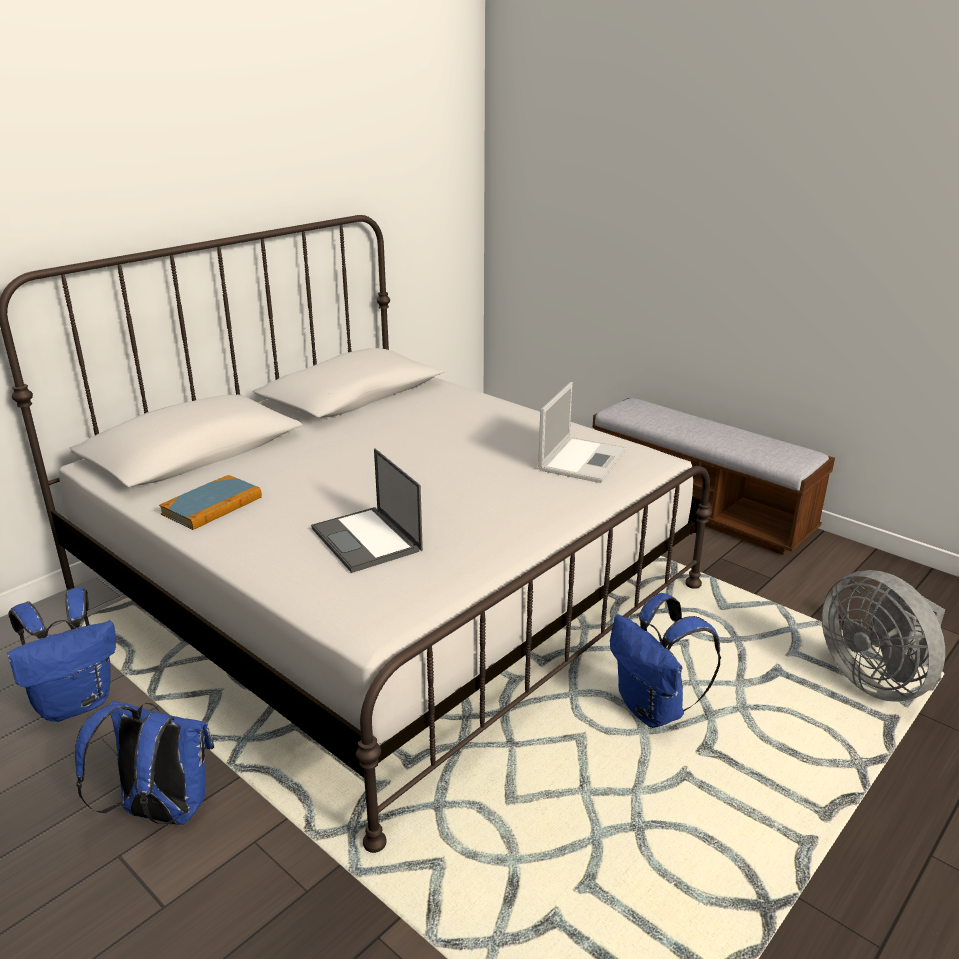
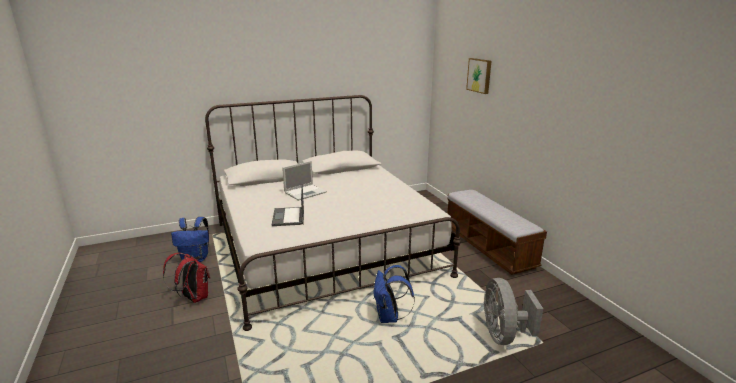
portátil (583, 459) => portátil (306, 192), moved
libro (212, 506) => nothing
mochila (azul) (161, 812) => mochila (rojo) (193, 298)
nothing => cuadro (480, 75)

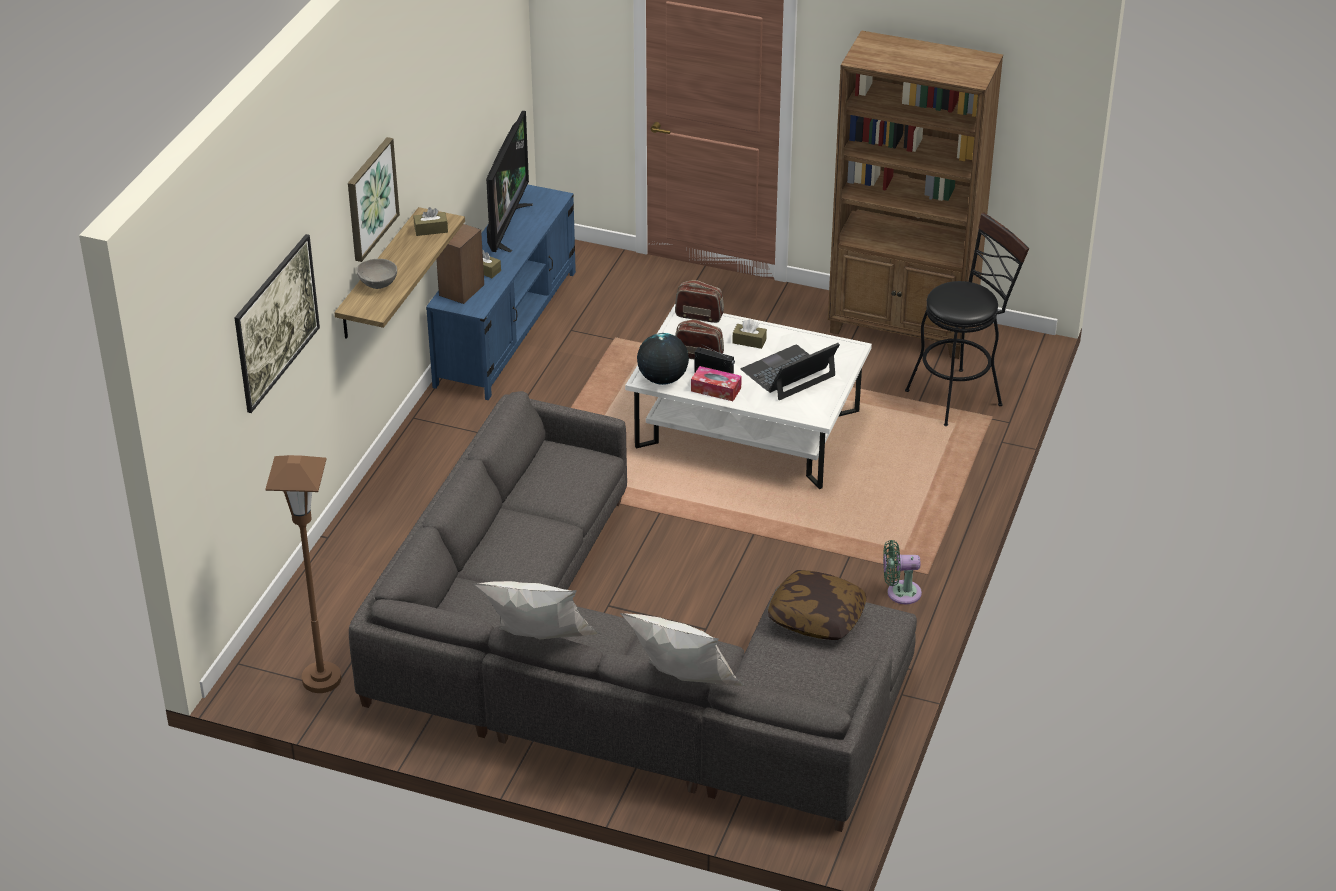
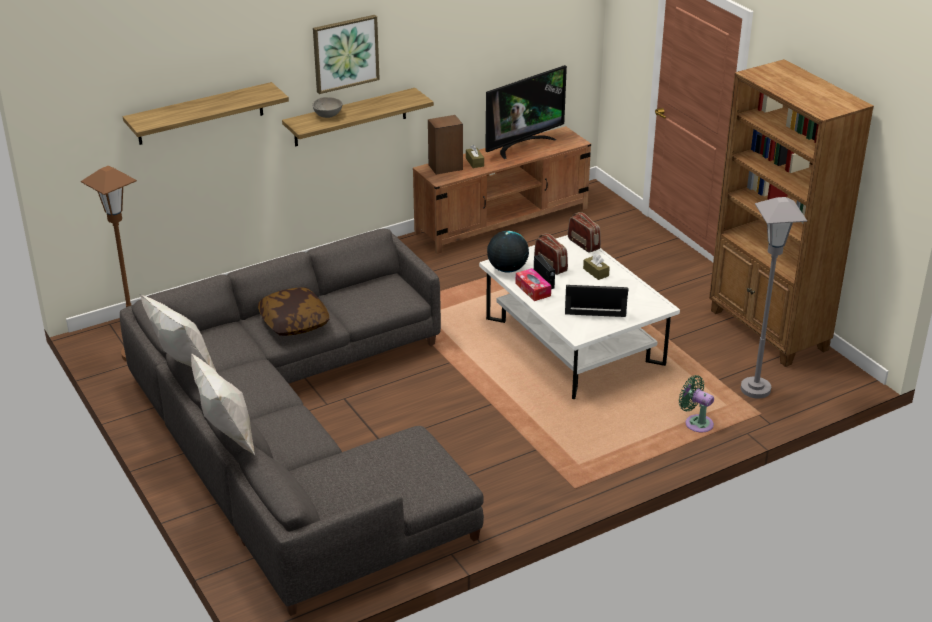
mueble de televisión (azul) (506, 327) => mueble de televisión (marrón) (502, 220)
caja de pañuelos (marrón) (431, 229) => nothing
taburete (negro) (960, 395) => lámpara de pie (gris) (755, 389)
cuadro (279, 345) => estante (200, 114)
ventilador (verde) (900, 593) => ventilador (verde) (696, 423), moved
cojín (816, 618) => cojín (294, 322), moved

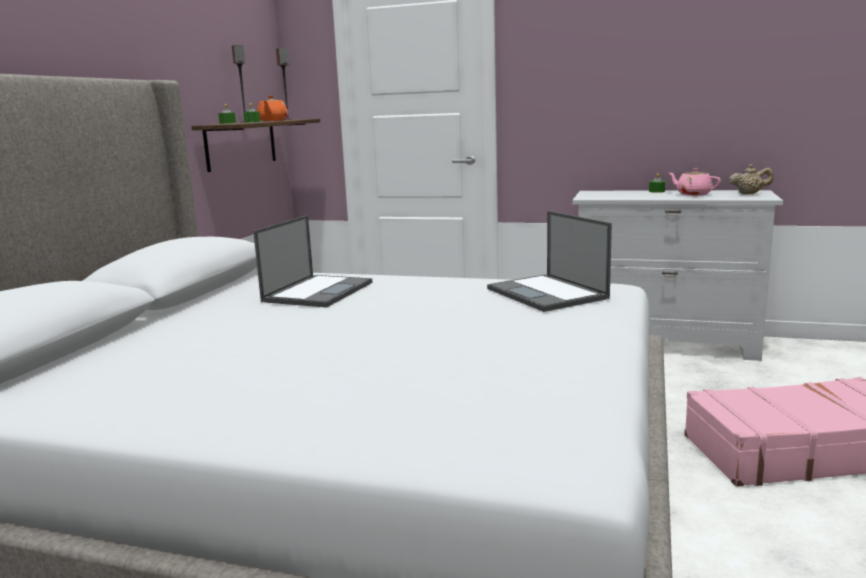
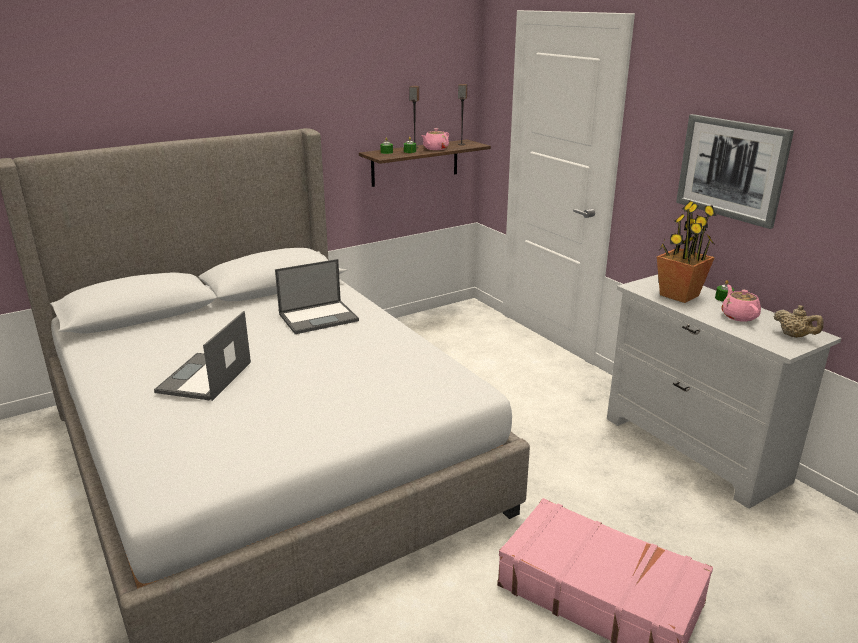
tetera (naranja) (272, 120) => tetera (rosa) (435, 149)
portátil (548, 294) => portátil (204, 378), moved
nothing => cuadro (731, 169)
nothing => planta en maceta (678, 295)

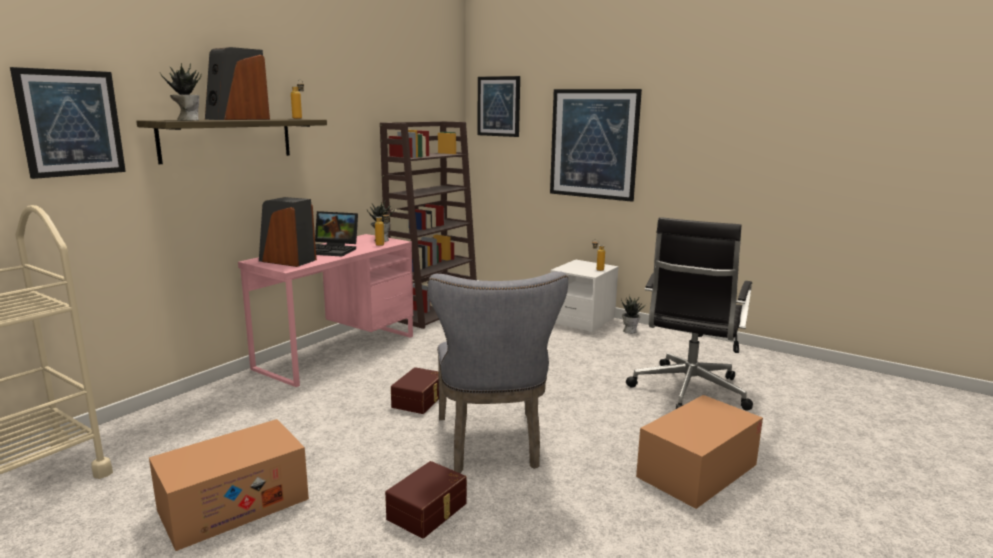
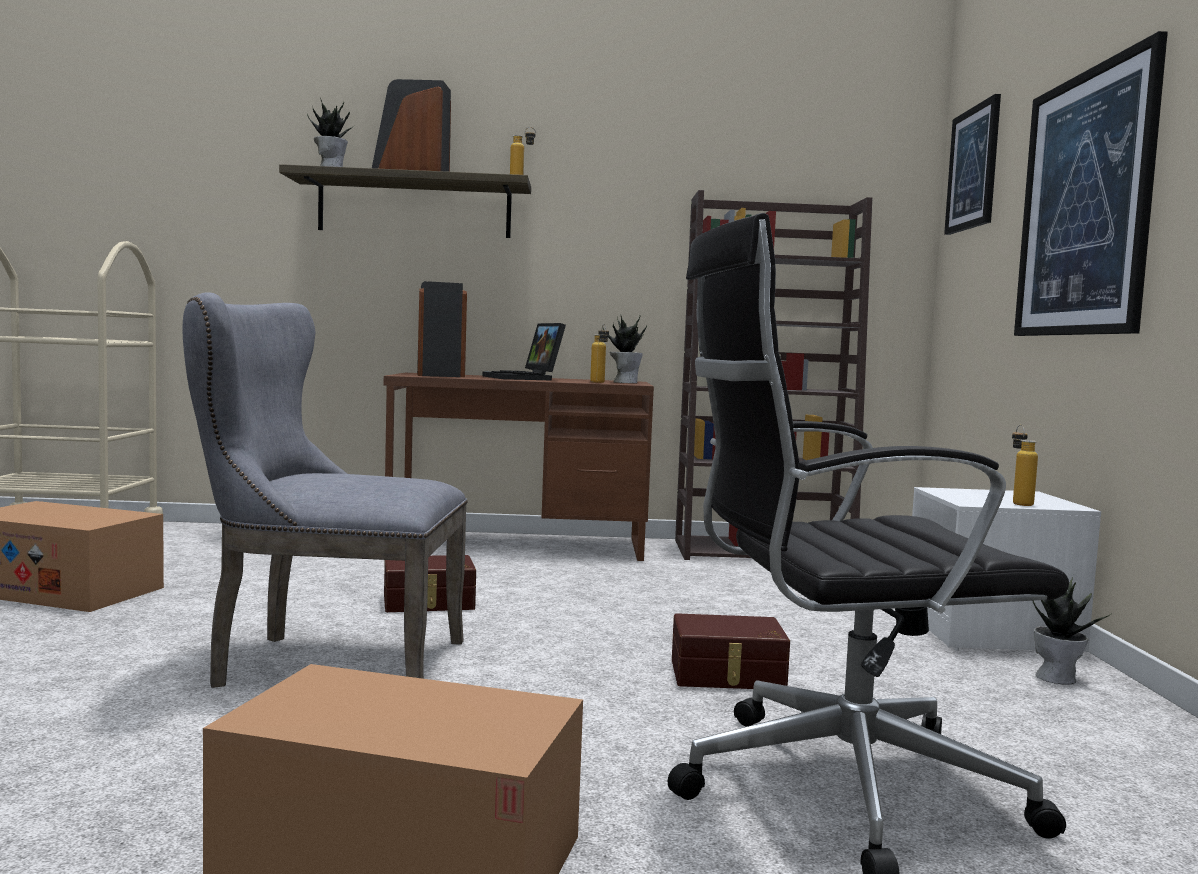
cuadro (71, 123) => nothing
escritorio (rosa) (338, 352) => escritorio (marrón) (518, 545)
silla (gris) (492, 445) => silla (gris) (325, 665), 45 degrees clockwise
caja de almacenaje (marrón) (428, 511) => caja de almacenaje (marrón) (728, 675), moved

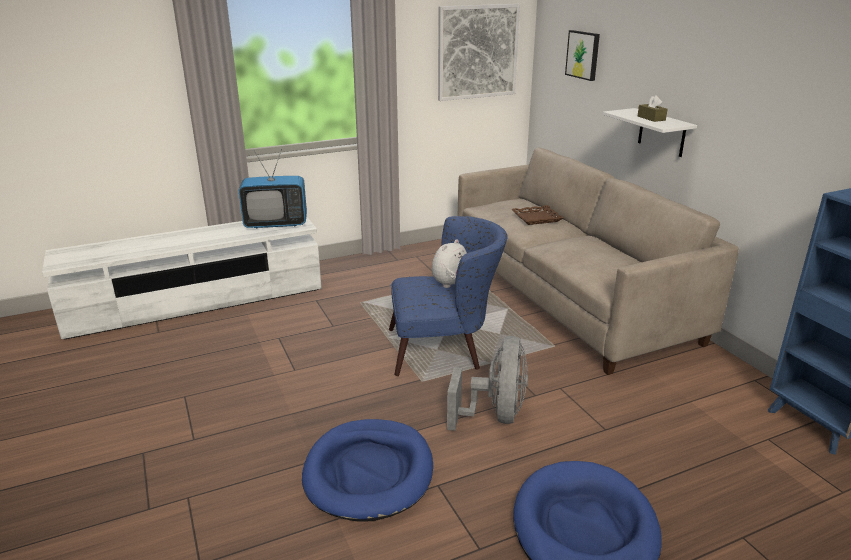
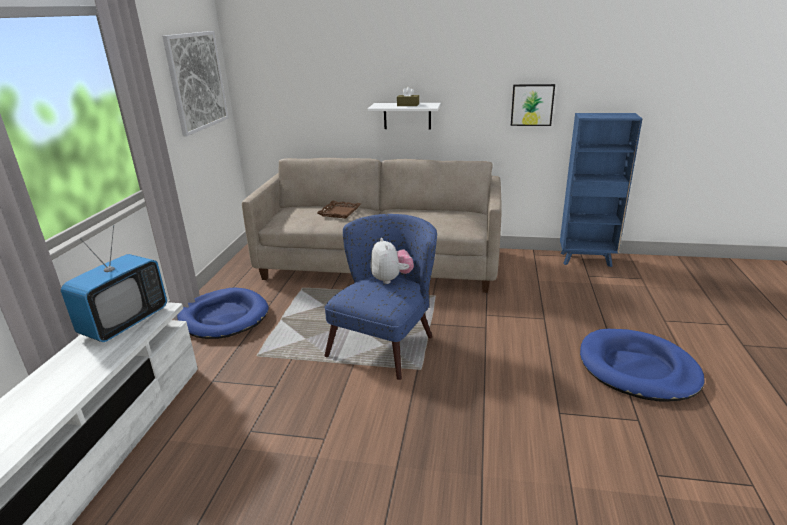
cuadro (583, 55) => cuadro (532, 105), moved
ventilador (gris) (495, 415) => nothing
cama para perro (azul) (369, 472) => cama para perro (azul) (224, 317), moved

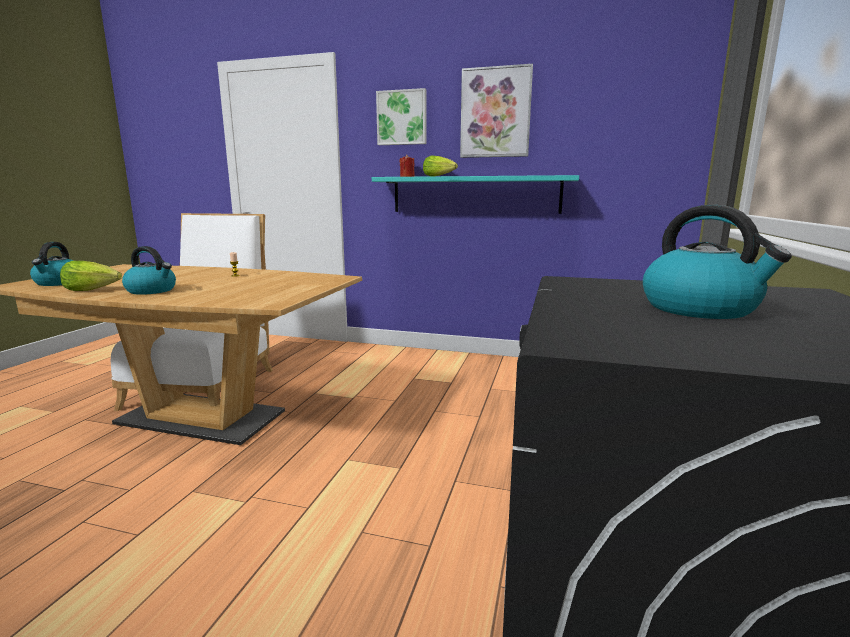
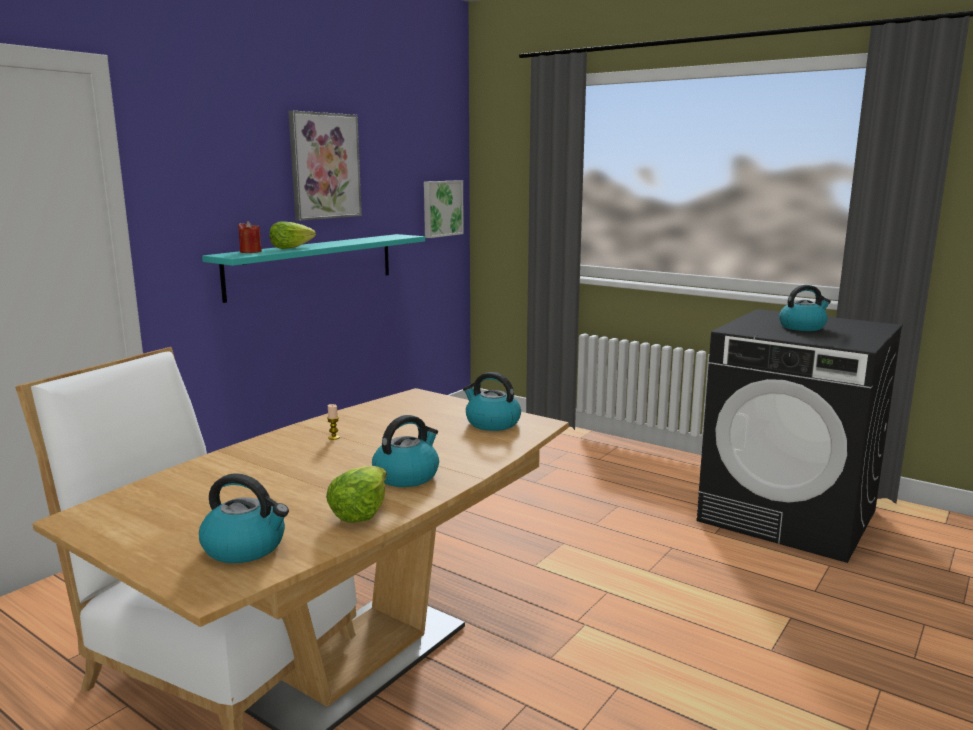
cuadro (402, 118) => cuadro (441, 208), moved
nothing => hervidor (491, 423)

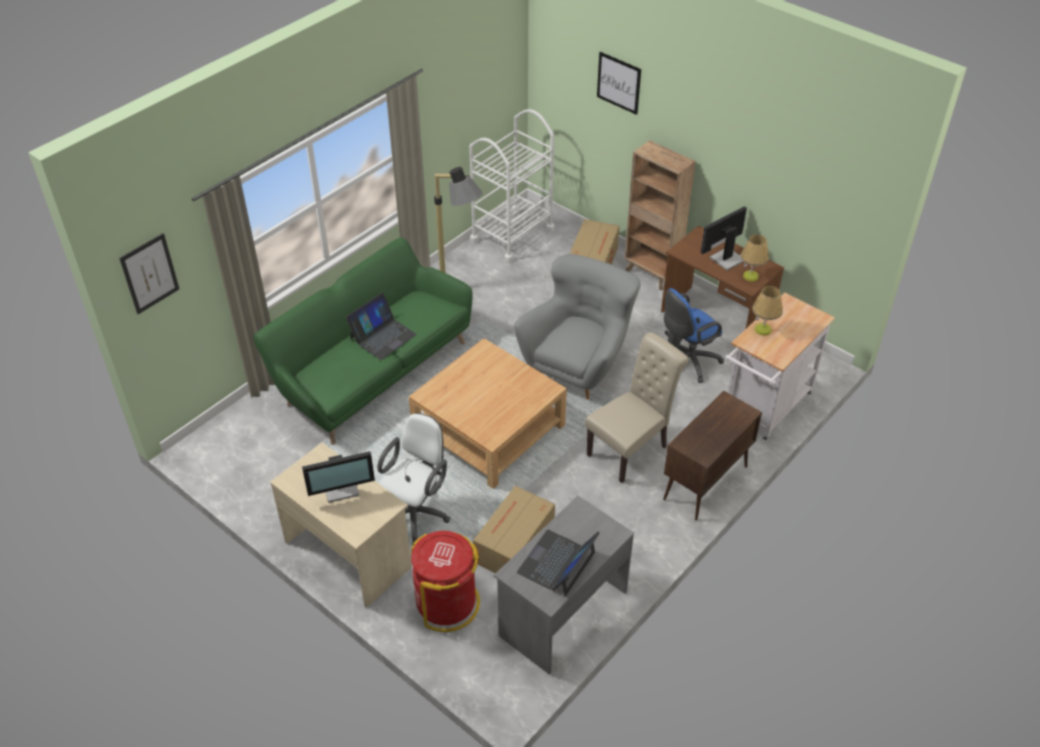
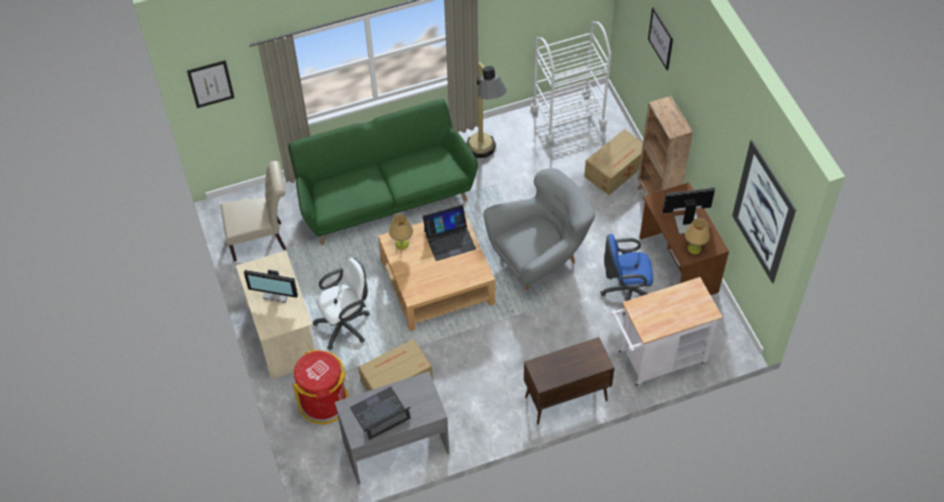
lámpara de mesa (763, 329) => lámpara de mesa (402, 243), moved
portátil (382, 336) => portátil (449, 239), moved
silla (beis) (631, 448) => silla (beis) (261, 240), moved
nothing => cuadro (763, 212)

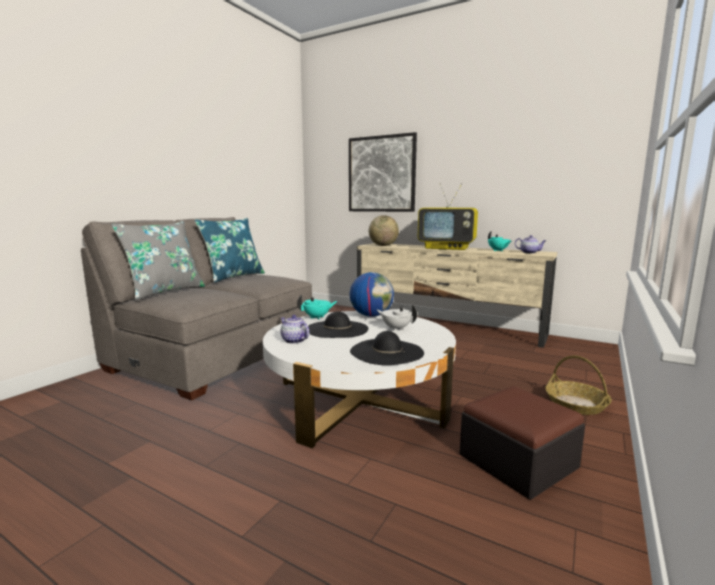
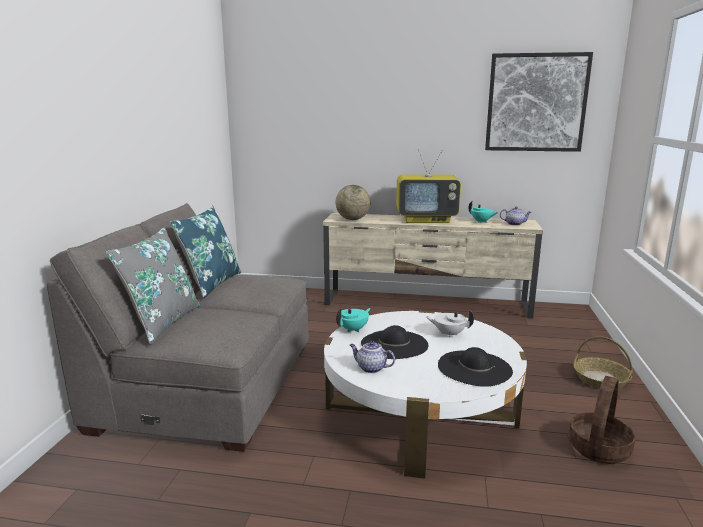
cuadro (381, 174) => cuadro (536, 103), moved
globo terráqueo (371, 315) => nothing
puf (517, 461) => cesta (598, 448)

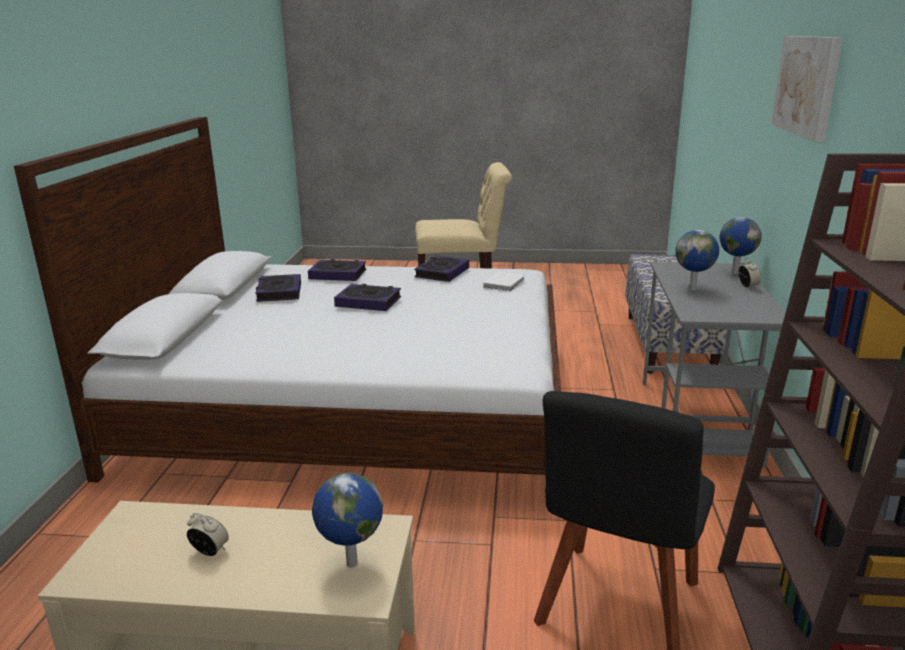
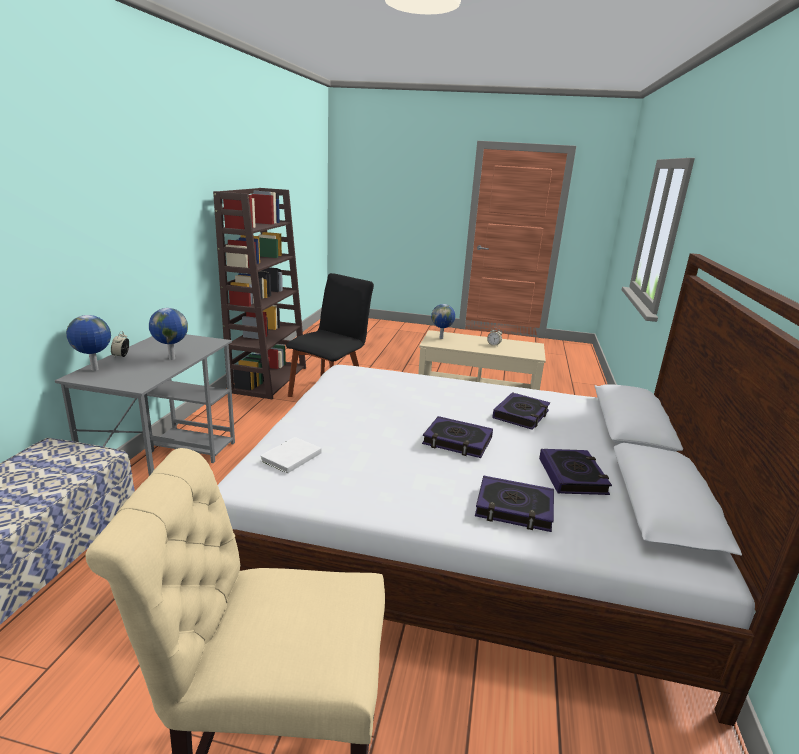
cuadro (807, 85) => nothing
libro (442, 273) => libro (521, 415), moved

